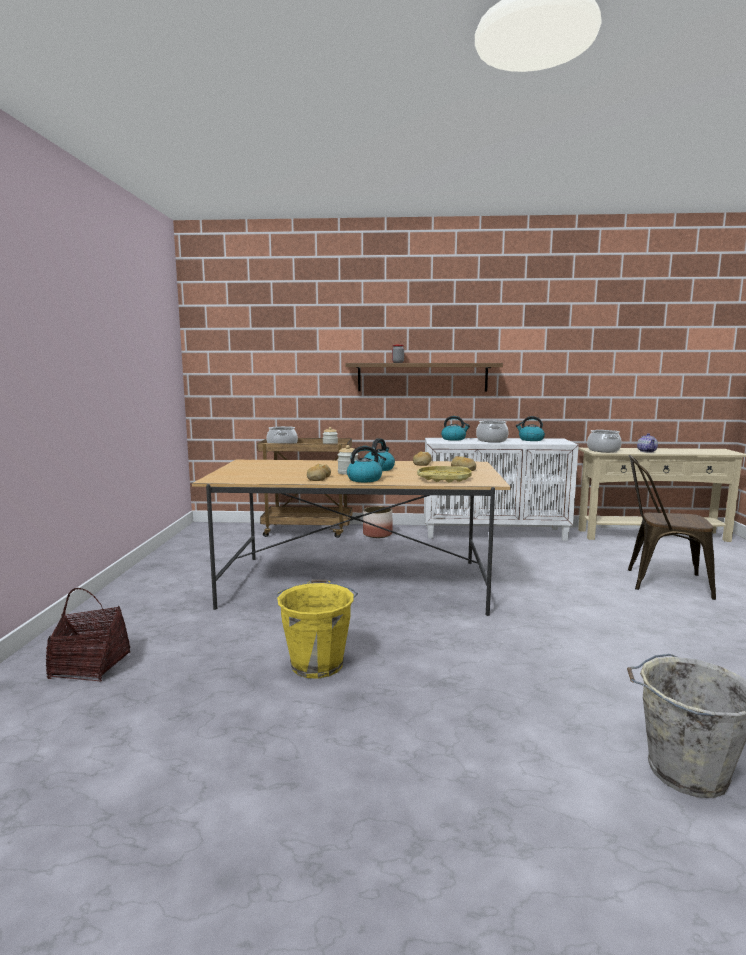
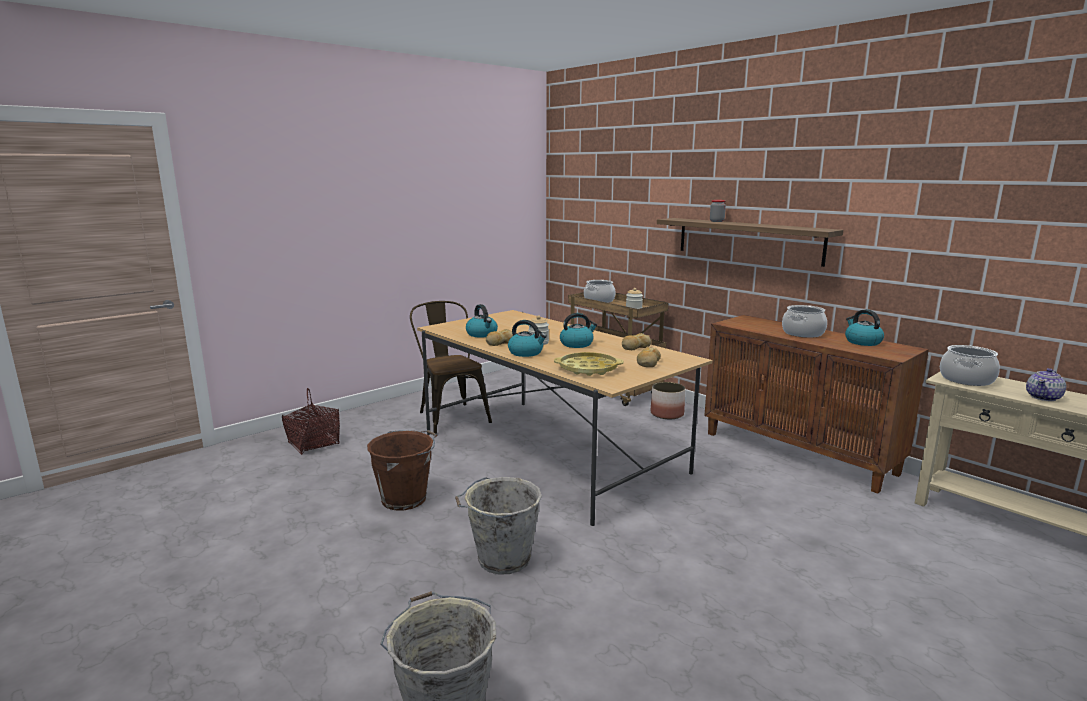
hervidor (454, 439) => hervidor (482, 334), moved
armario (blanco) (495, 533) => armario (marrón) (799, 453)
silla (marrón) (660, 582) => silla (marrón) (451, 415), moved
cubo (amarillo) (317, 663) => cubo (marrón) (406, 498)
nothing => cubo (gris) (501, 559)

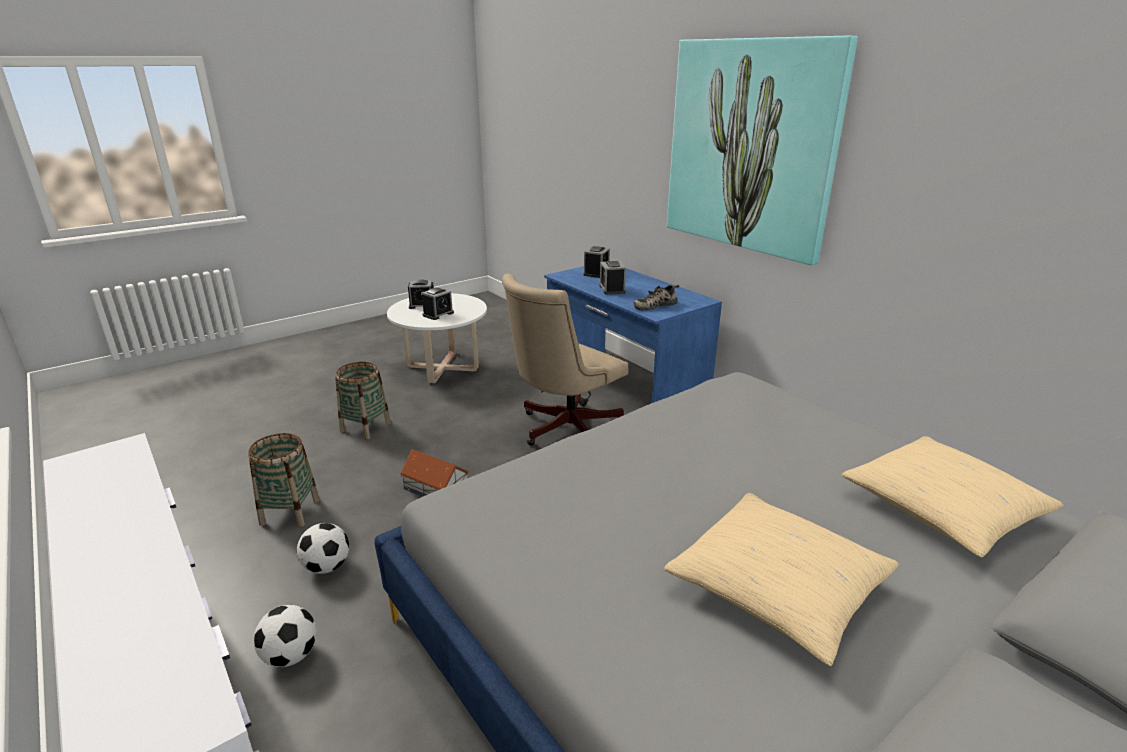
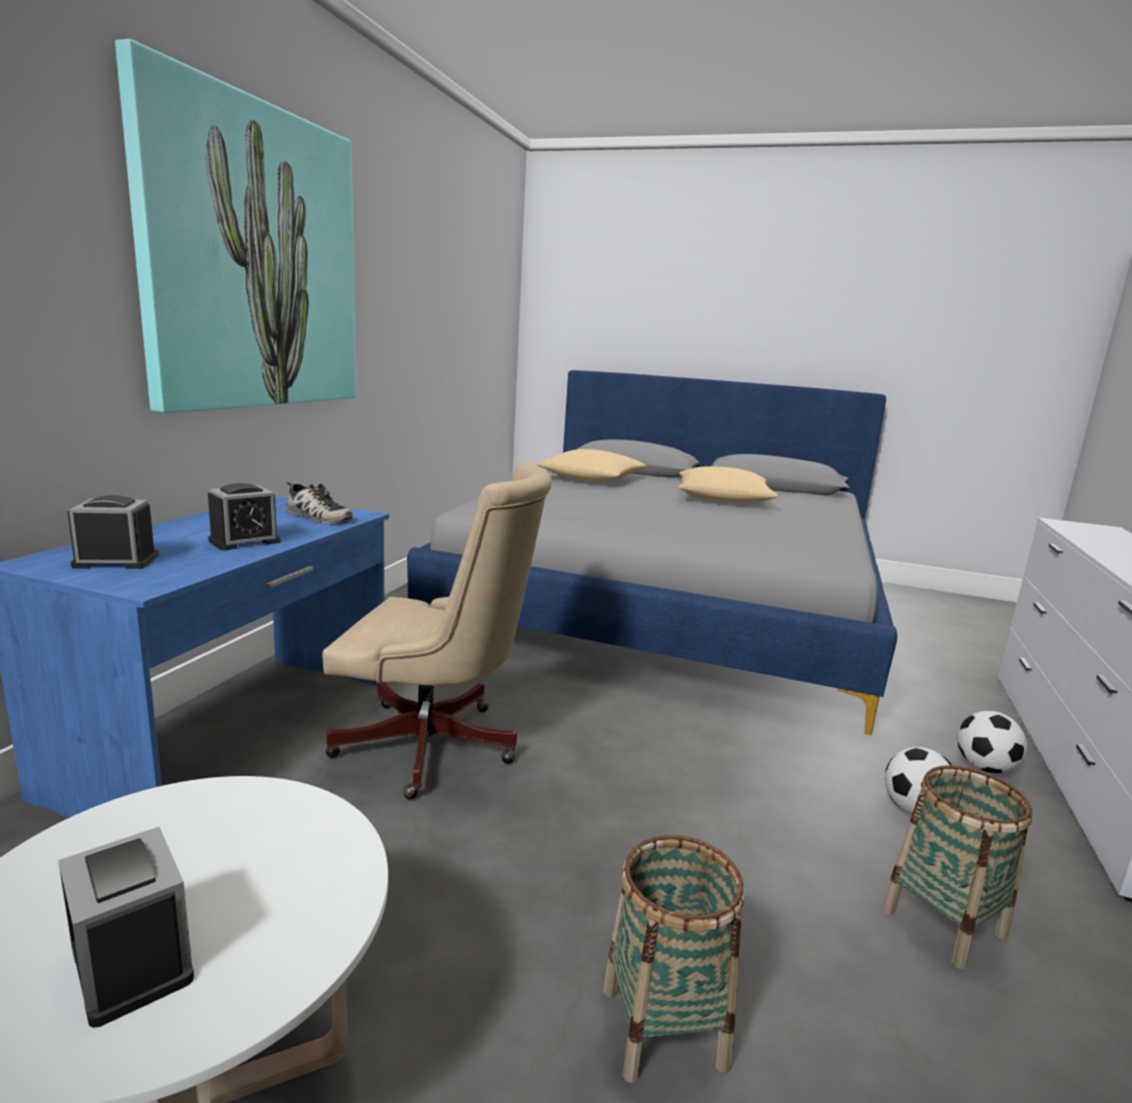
despertador (438, 314) => nothing
casita (436, 488) => nothing

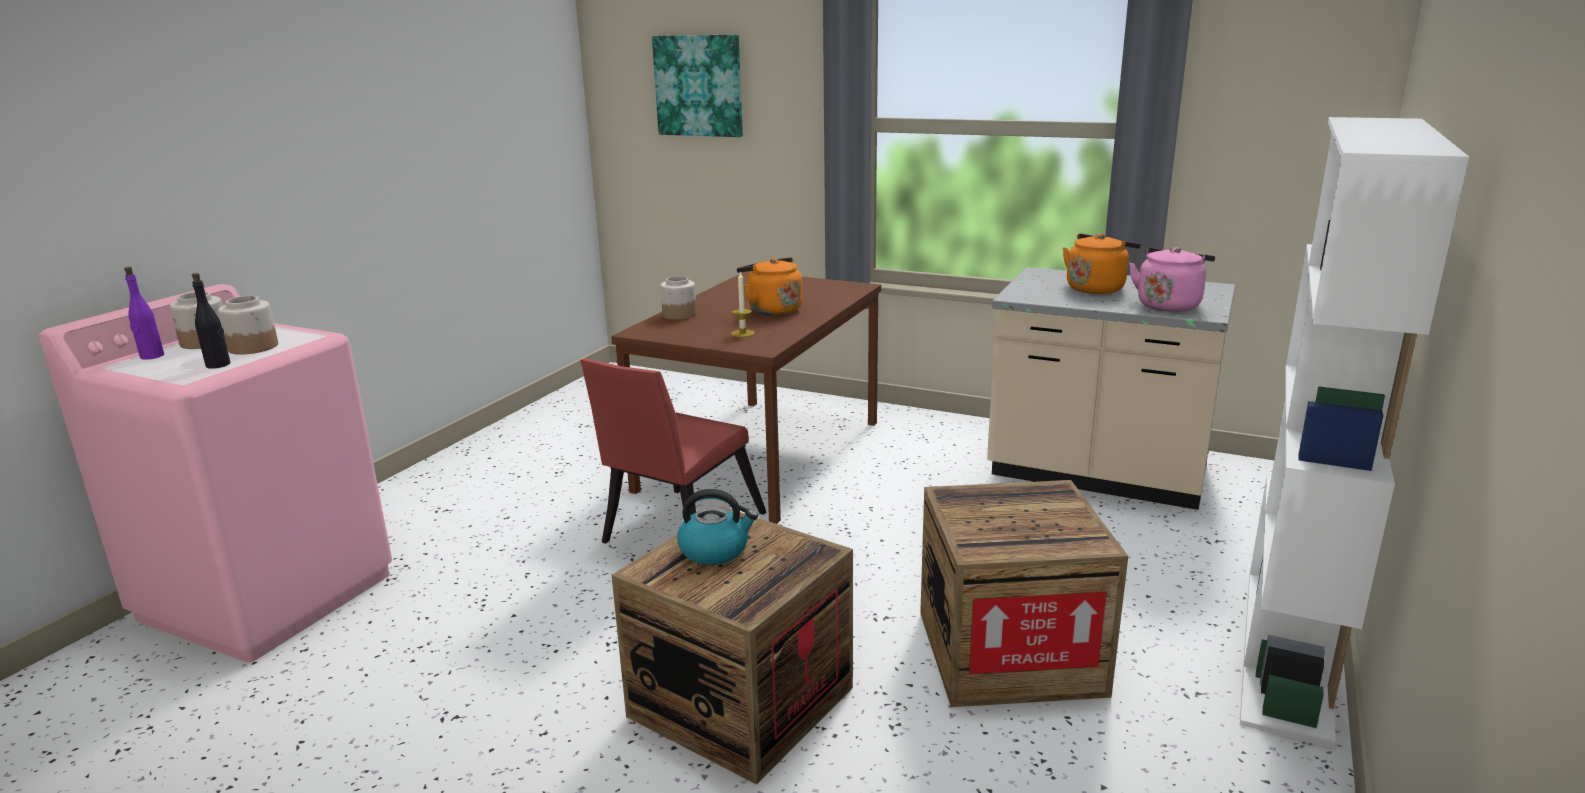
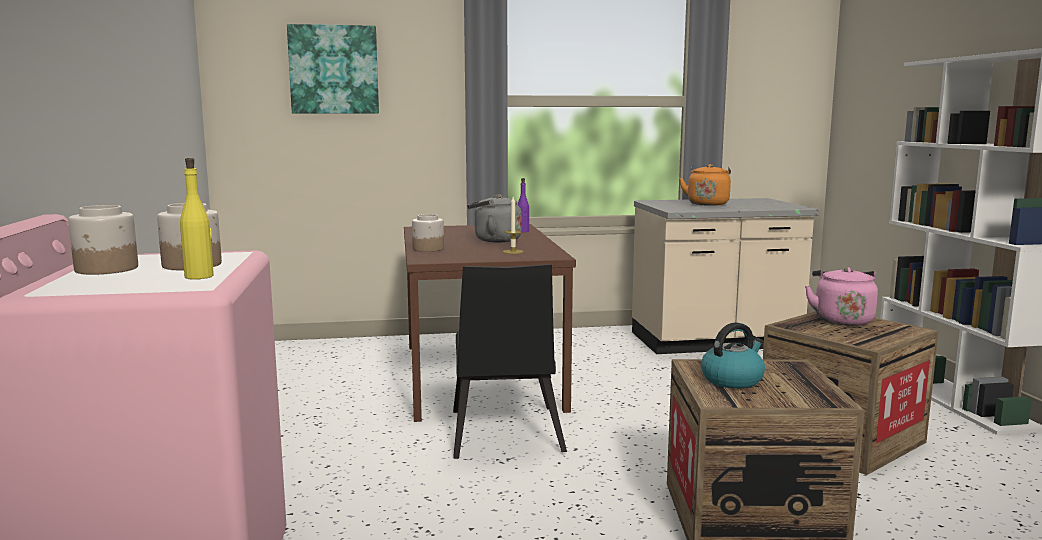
hervidor (rosa) (1169, 305) => hervidor (rosa) (841, 320), moved
hervidor (naranja) (772, 310) => hervidor (gris) (494, 240)
botella (morado) (152, 356) => botella (morado) (523, 231), moved
botella (negro) (218, 365) => botella (amarillo) (199, 276)
silla (rojo) (677, 531) => silla (negro) (504, 435)

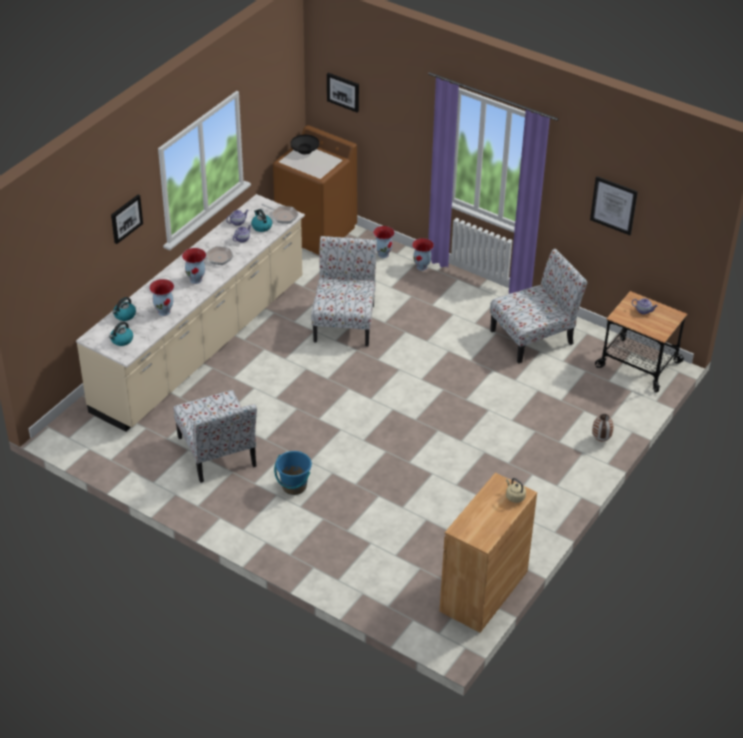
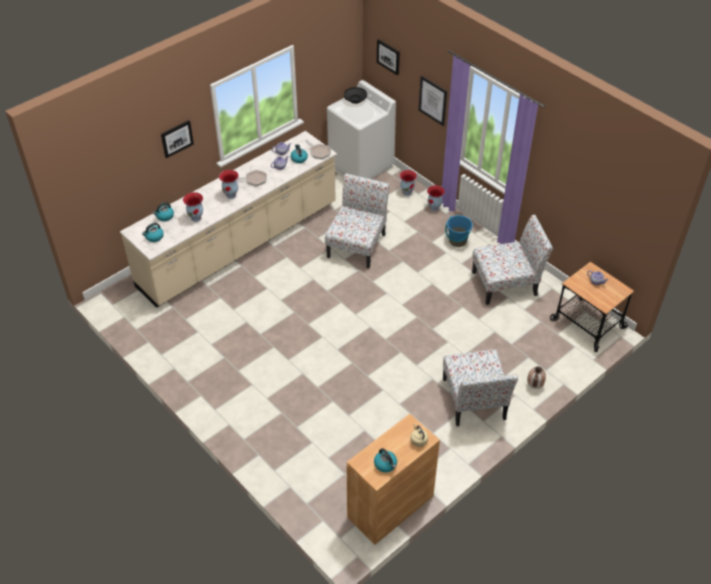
lavadora (marrón) (316, 232) => lavadora (blanco) (361, 166)
cuadro (614, 205) => cuadro (433, 100), moved
silla (217, 453) => silla (474, 400), moved
cubo (azul) (294, 486) => cubo (azul) (457, 241), moved
nothing => hervidor (385, 464)

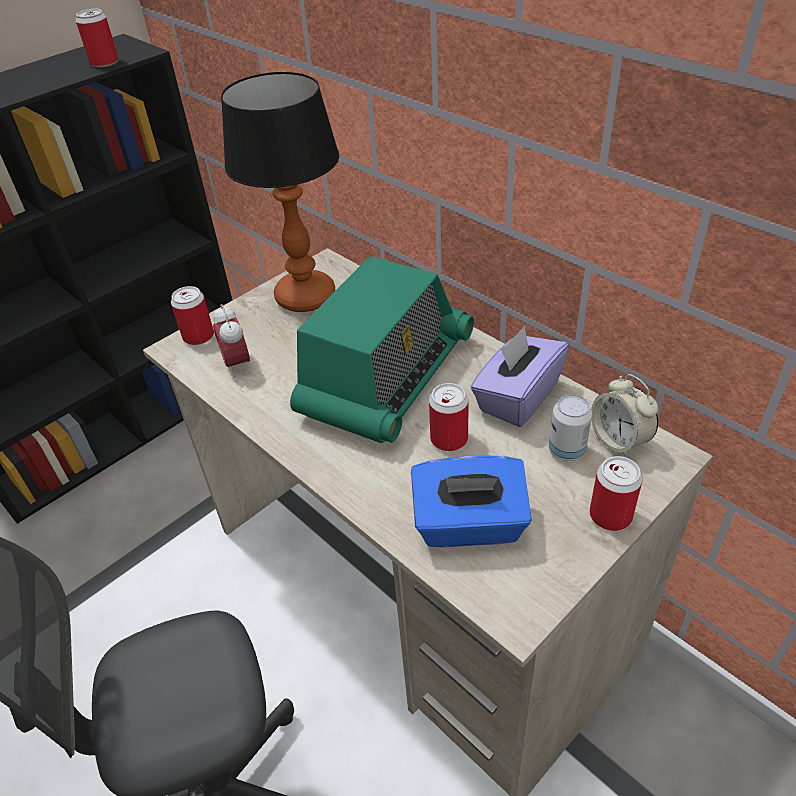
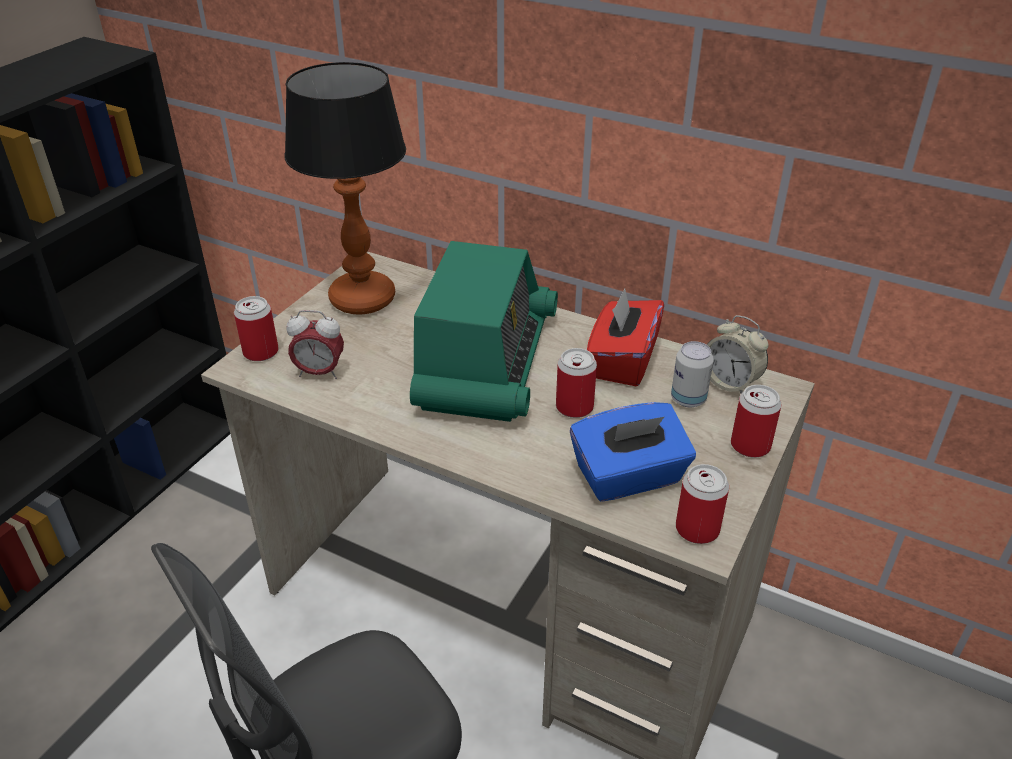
lata (104, 63) => lata (697, 529), moved
despertador (237, 364) => despertador (319, 372), 45 degrees counterclockwise
caja de pañuelos (morado) (517, 397) => caja de pañuelos (rojo) (622, 361)

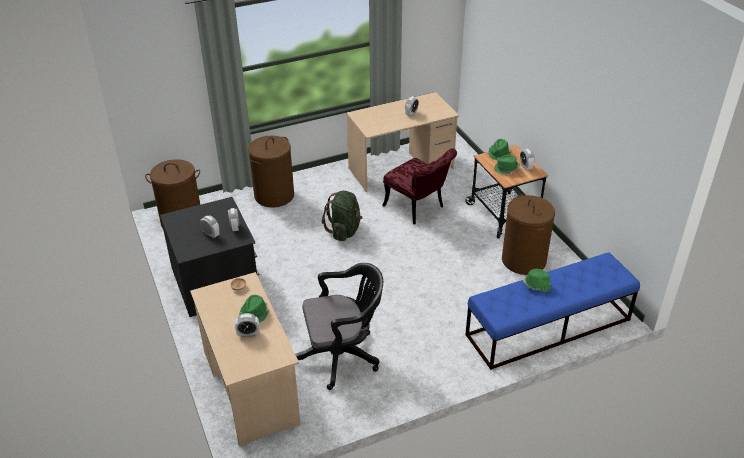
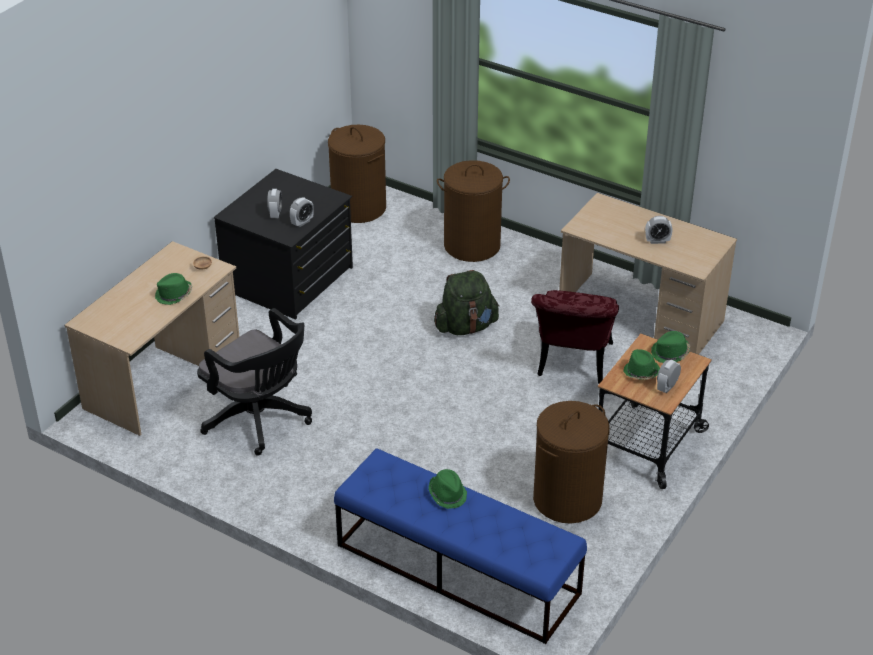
despertador (248, 334) => nothing

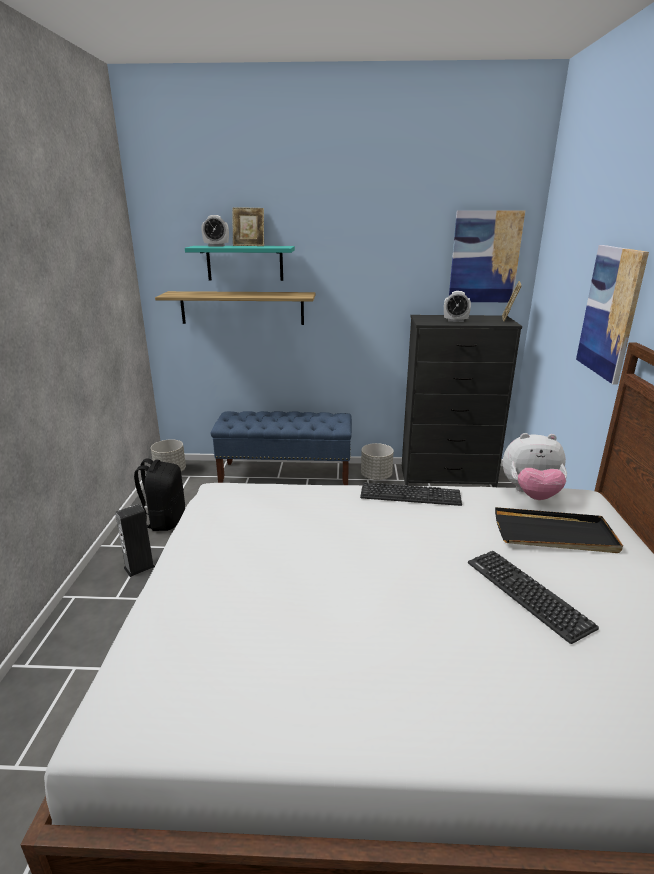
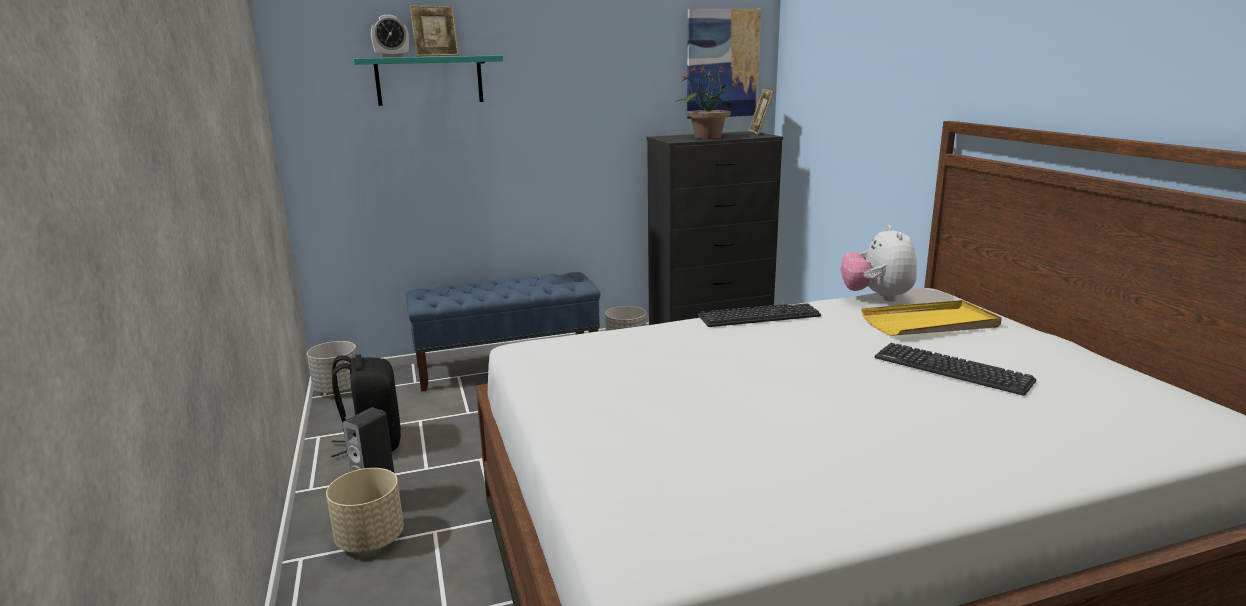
cuadro (610, 312) => nothing
estante (242, 308) => nothing
despertador (455, 320) => planta en maceta (706, 137)
peluche (530, 494) => peluche (877, 297), 105 degrees clockwise
bandeja (negro) (554, 534) => bandeja (amarillo) (930, 323)
nothing => maceta (beis) (370, 540)

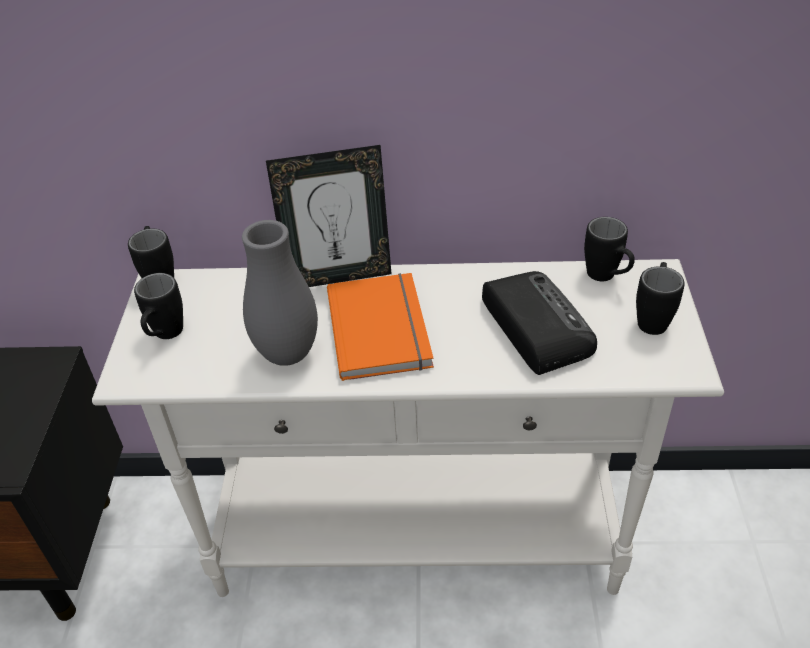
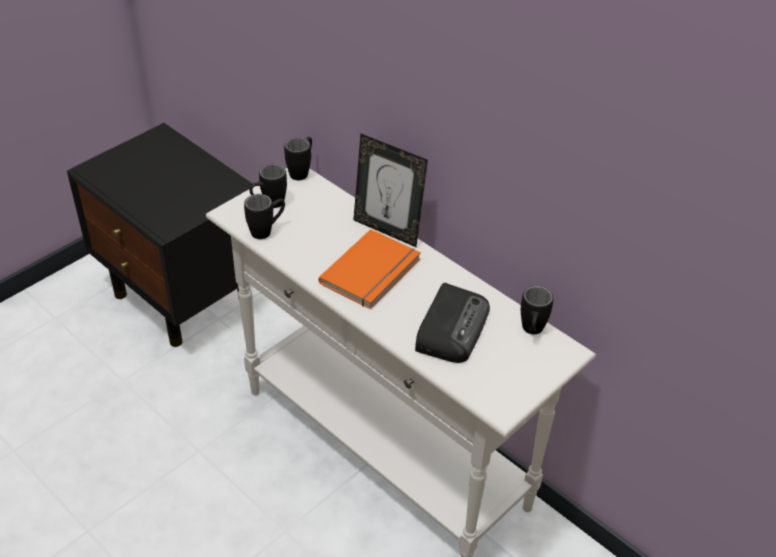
florero (gris) (287, 354) => nothing
taza grande (negro) (653, 318) => taza grande (negro) (267, 230), moved

